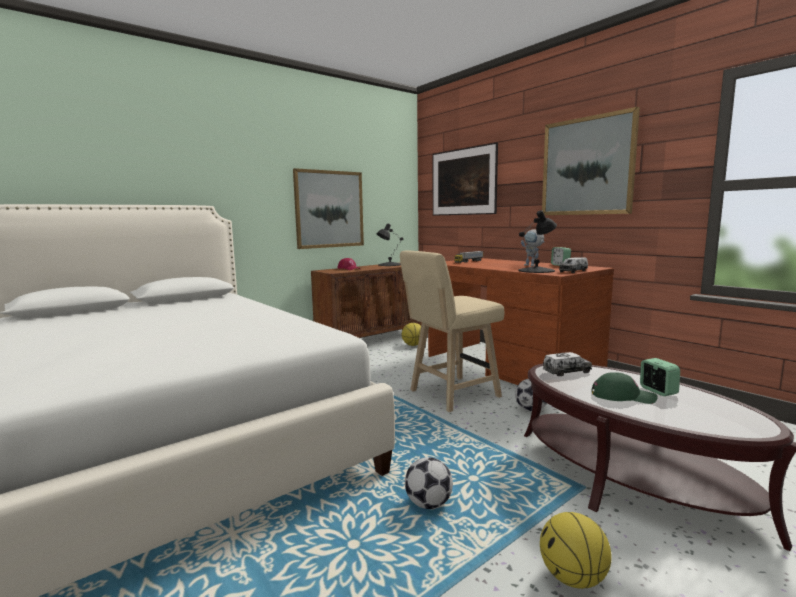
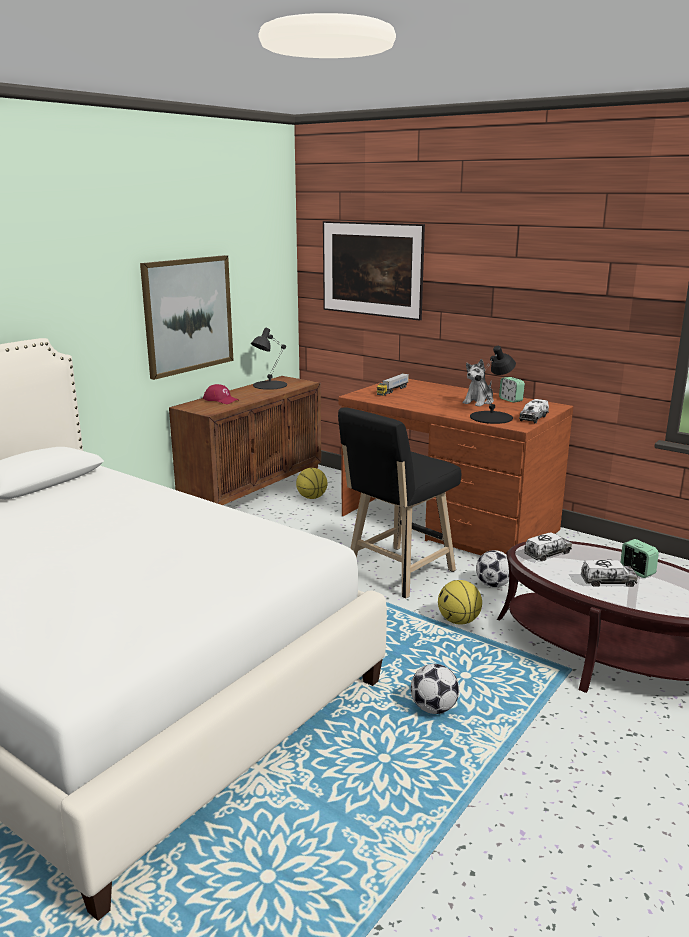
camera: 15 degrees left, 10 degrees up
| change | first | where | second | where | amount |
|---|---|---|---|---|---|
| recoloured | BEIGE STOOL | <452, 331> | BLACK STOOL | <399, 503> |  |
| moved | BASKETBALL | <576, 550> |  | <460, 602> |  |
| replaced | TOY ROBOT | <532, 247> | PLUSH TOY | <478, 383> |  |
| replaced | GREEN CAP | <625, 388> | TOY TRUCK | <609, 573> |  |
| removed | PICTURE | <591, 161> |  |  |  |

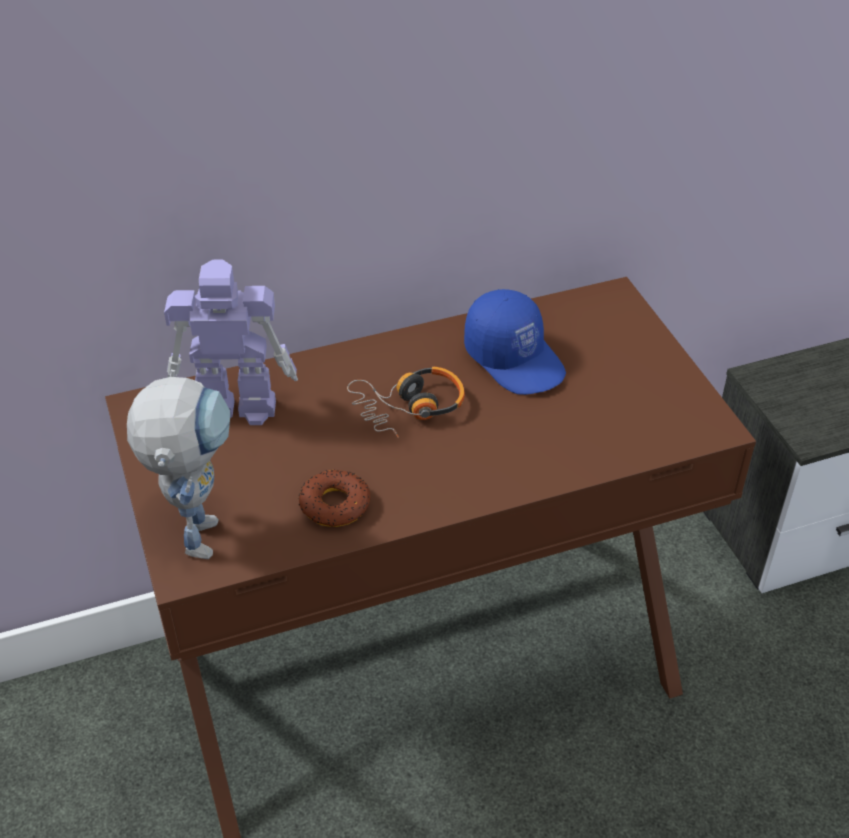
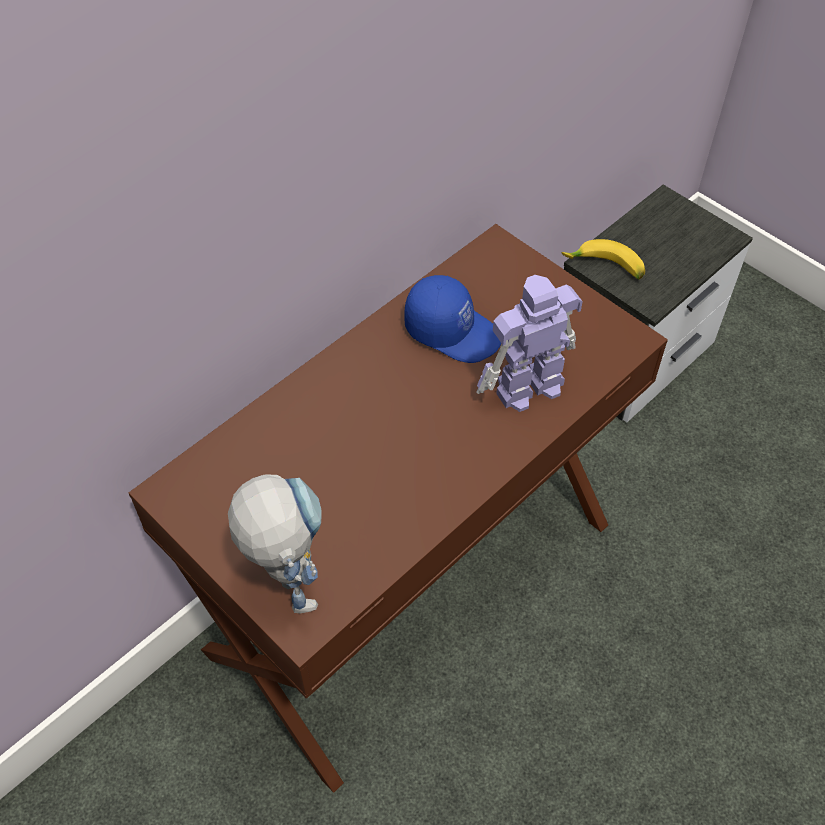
camera: 25 degrees left, 10 degrees up
| change | first | where | second | where | amount |
|---|---|---|---|---|---|
| moved | TOY ROBOT | <231, 342> |  | <529, 343> |  |
| added |  |  | BANANA | <603, 259> |  |
| removed | DONUT | <334, 498> |  |  |  |
| removed | HEADPHONES | <406, 402> |  |  |  |

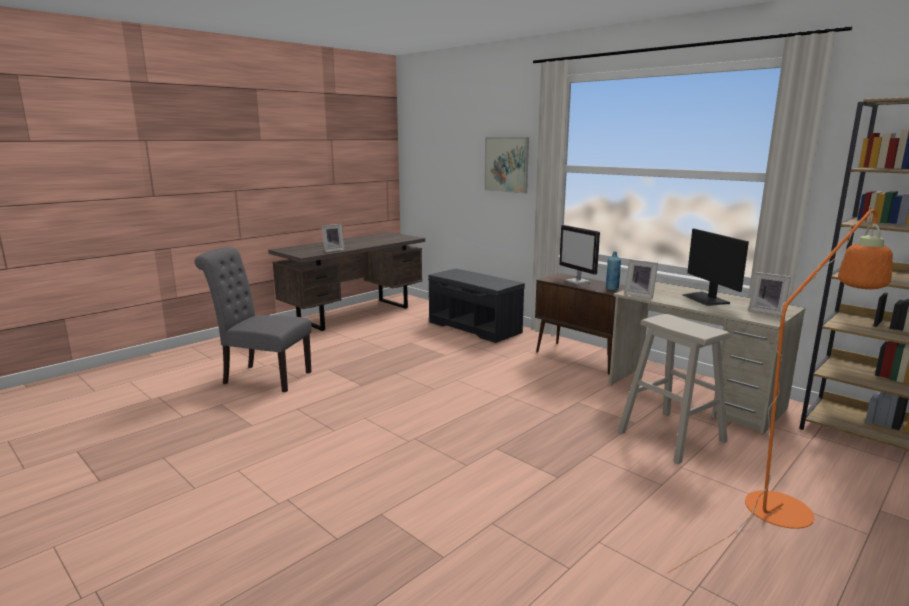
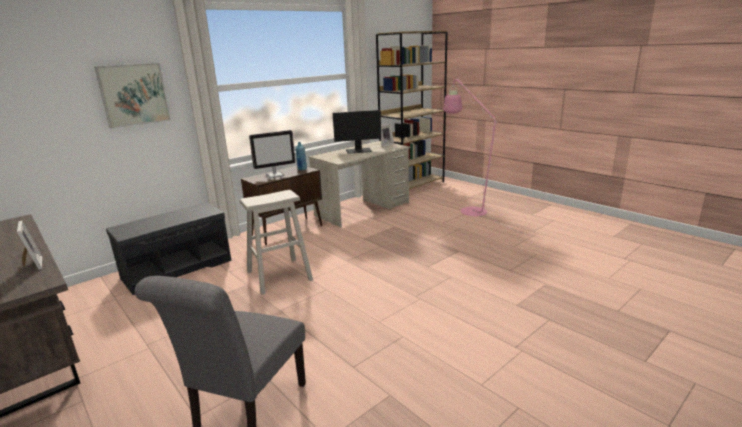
camera: 85 degrees left, 5 degrees up
| change | first | where | second | where | amount |
|---|---|---|---|---|---|
| moved | BEIGE STOOL | <674, 389> |  | <276, 242> |  |
| recoloured | ORANGE FLOOR LAMP | <780, 390> | PINK FLOOR LAMP | <486, 157> |  |
| removed | PICTURE FRAME | <641, 279> |  |  |  |

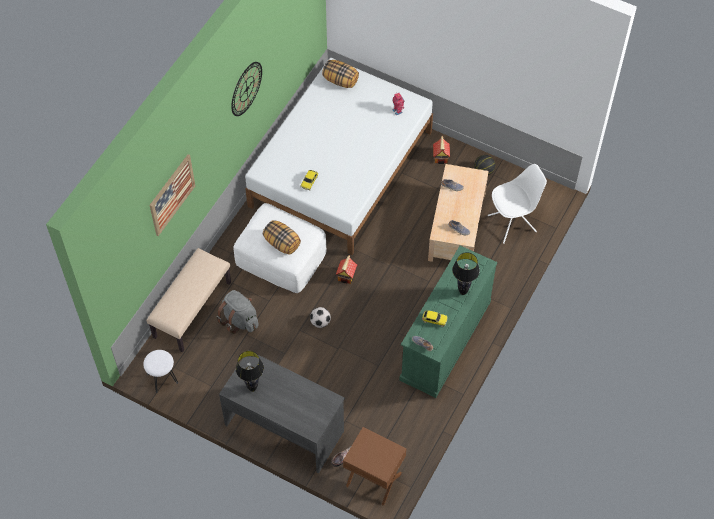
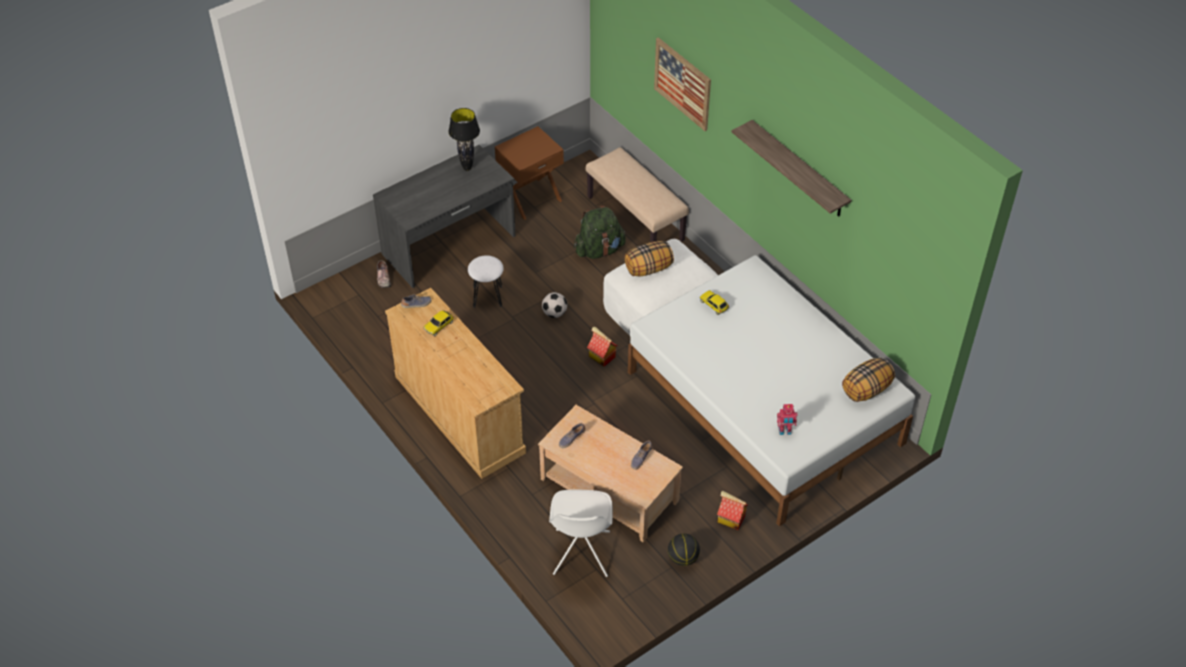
camera: 115 degrees right, 10 degrees down
| change | first | where | second | where | amount |
|---|---|---|---|---|---|
| recoloured | GREEN DRESSER | <448, 322> | BEIGE DRESSER | <455, 383> |  |
| moved | WHITE STOOL | <160, 371> |  | <486, 281> |  |
| moved | BROWN NIGHTSTAND | <374, 466> |  | <529, 173> |  |
| recoloured | GREY BACKPACK | <238, 312> | GREEN BACKPACK | <600, 232> |  |
| replaced | WALL CLOCK | <246, 89> | SHELF | <791, 168> |  |
| removed | BLACK TABLE LAMP | <466, 273> |  |  |  |

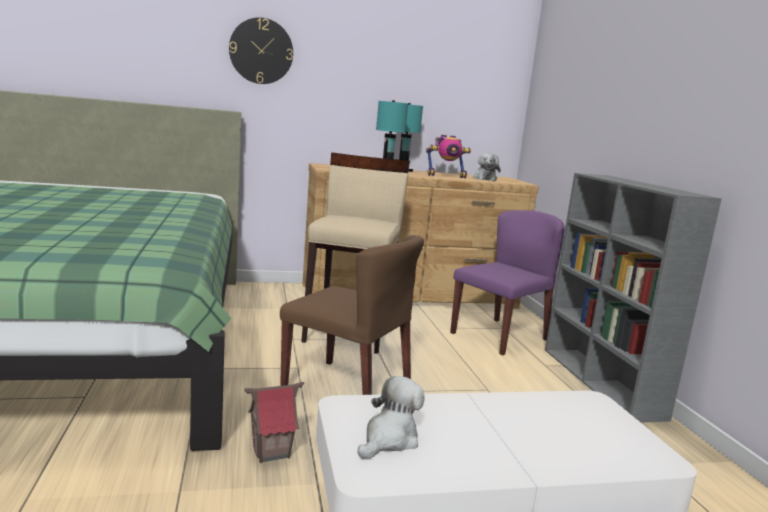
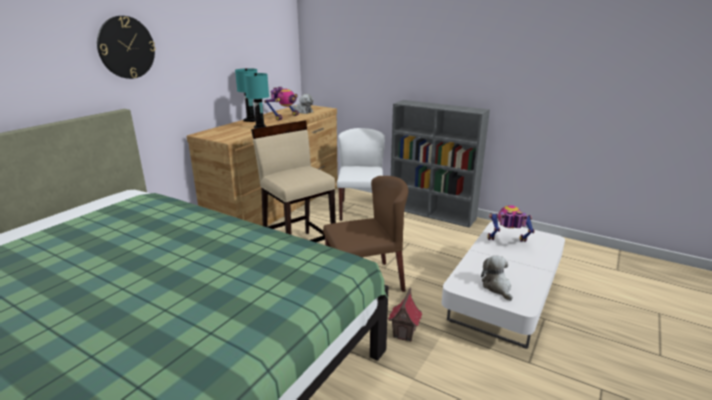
camera: 45 degrees left, 10 degrees up
| change | first | where | second | where | amount |
|---|---|---|---|---|---|
| recoloured | PURPLE CHAIR | <507, 282> | WHITE CHAIR | <361, 174> |  |
| added |  |  | TOY ROBOT | <511, 223> |  |

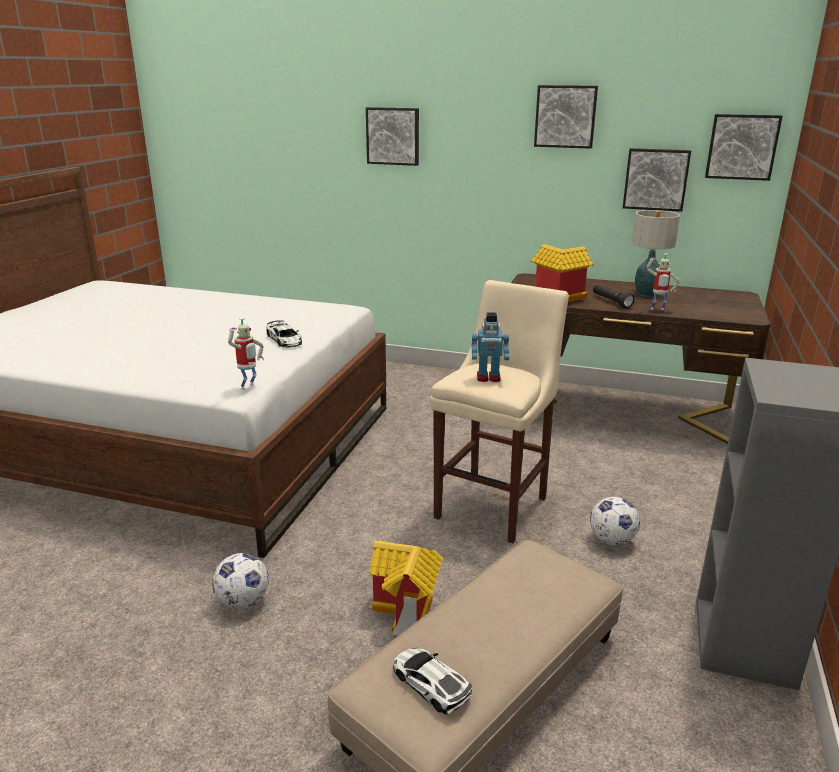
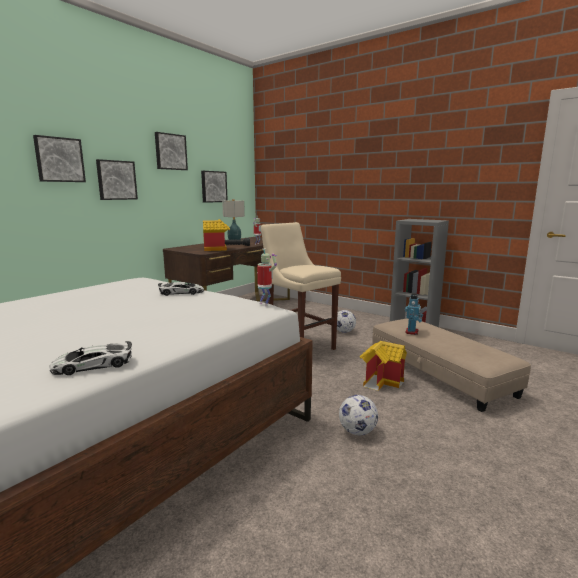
camera: 70 degrees left, 10 degrees down
| change | first | where | second | where | amount |
|---|---|---|---|---|---|
| moved | TOY CAR | <432, 681> |  | <90, 358> |  |
| moved | PICTURE | <744, 147> |  | <117, 179> |  |
| moved | TOY ROBOT | <490, 347> |  | <414, 314> |  |

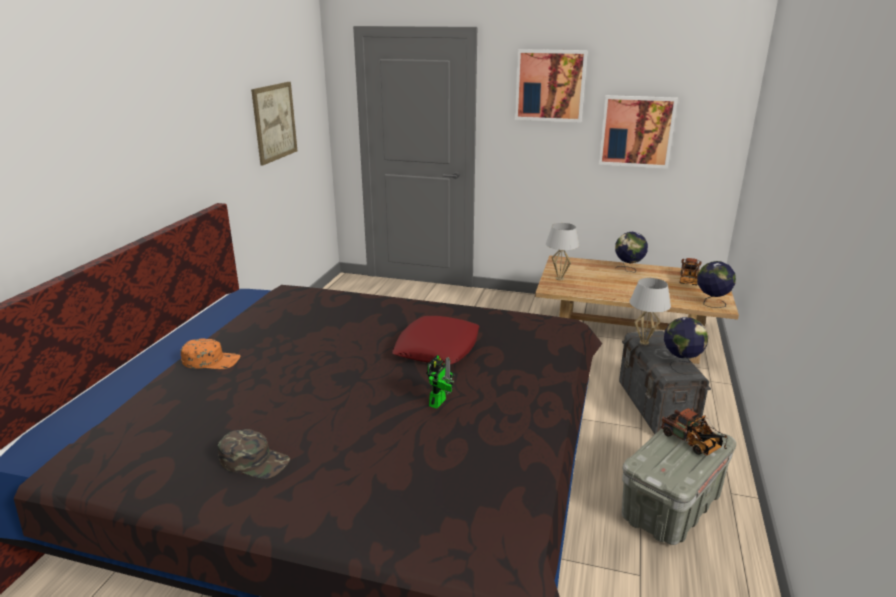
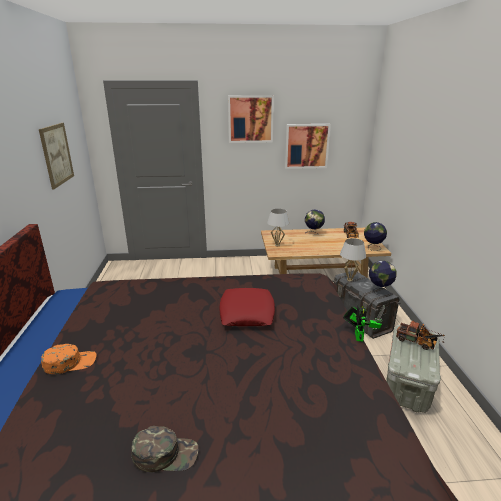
camera: 20 degrees left, 0 degrees up
| change | first | where | second | where | amount |
|---|---|---|---|---|---|
| moved | TOY ROBOT | <440, 382> |  | <364, 322> |  |

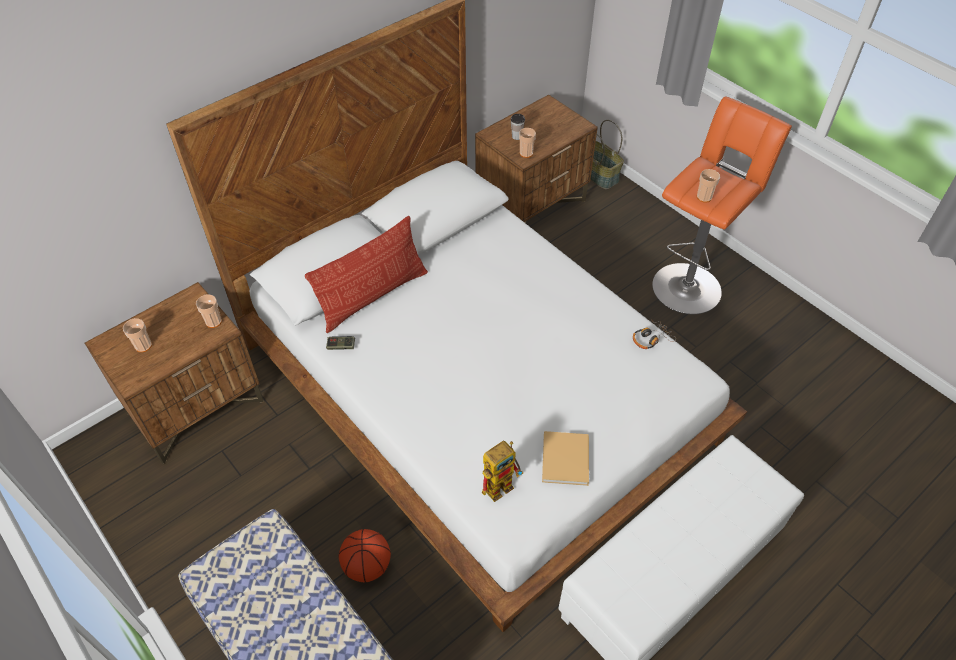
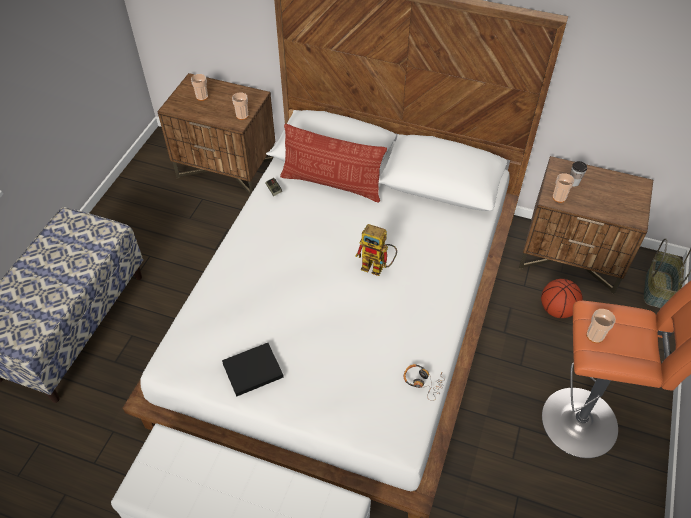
camera: 60 degrees right, 0 degrees up
| change | first | where | second | where | amount |
|---|---|---|---|---|---|
| recoloured | BEIGE BOOK | <565, 458> | BLACK BOOK | <253, 370> |  |
| moved | TOY ROBOT | <502, 471> |  | <376, 250> |  |
| moved | BASKETBALL | <364, 555> |  | <562, 298> |  |

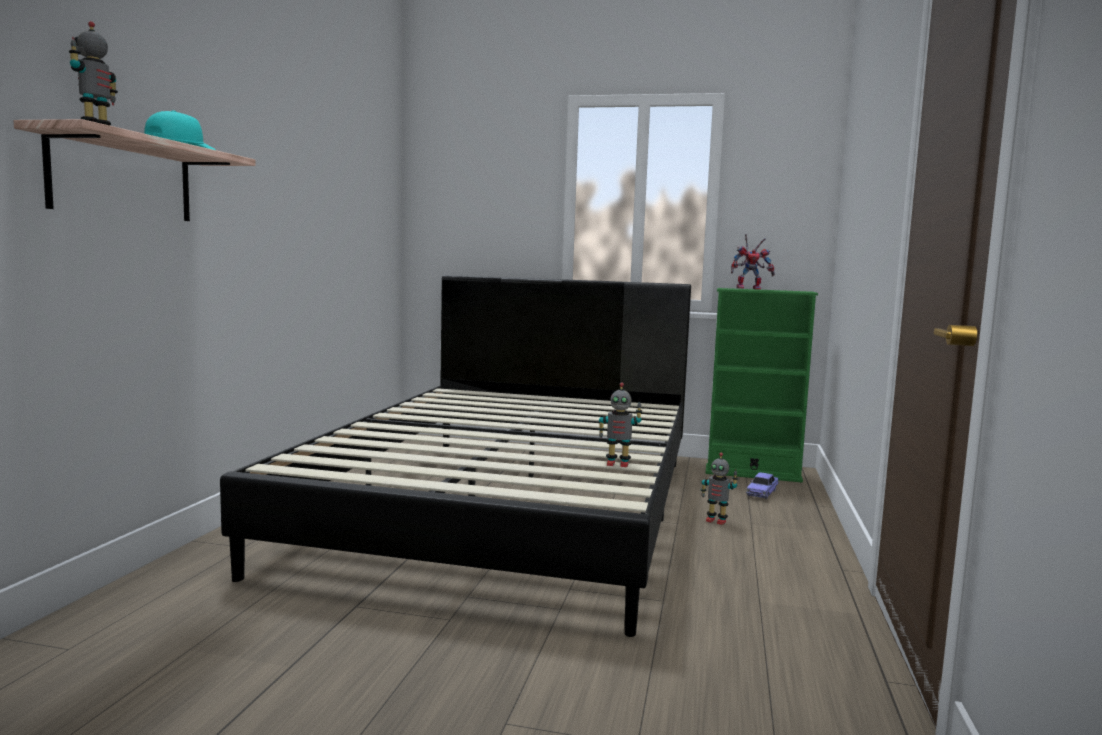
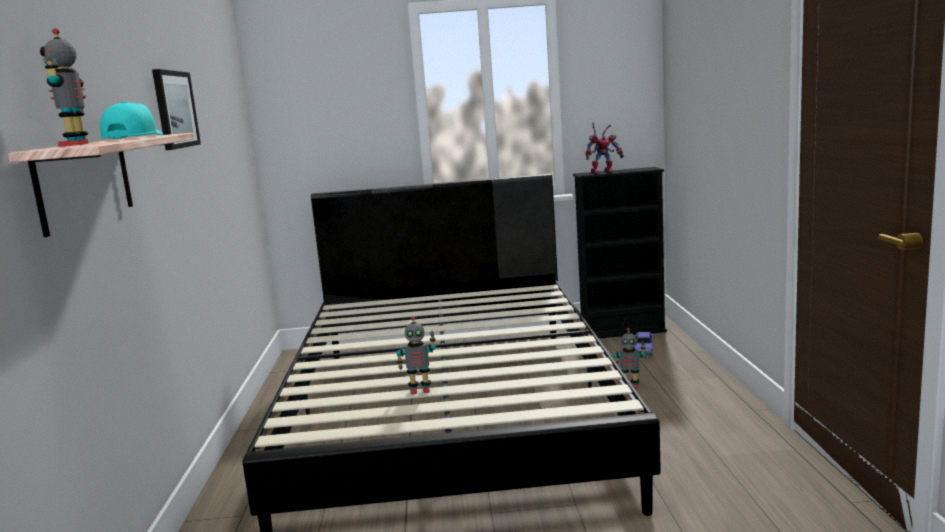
camera: 15 degrees left, 5 degrees up
| change | first | where | second | where | amount |
|---|---|---|---|---|---|
| added |  |  | PICTURE | <176, 109> |  |
| moved | TOY ROBOT | <620, 424> |  | <416, 355> |  |
| recoloured | GREEN BOOKCASE | <762, 385> | BLACK BOOKCASE | <620, 252> |  |

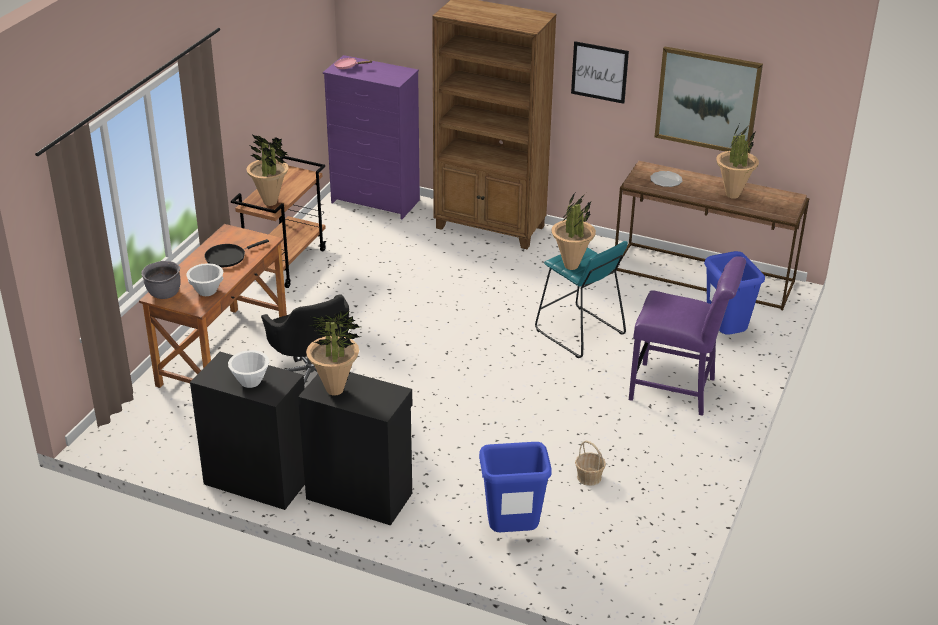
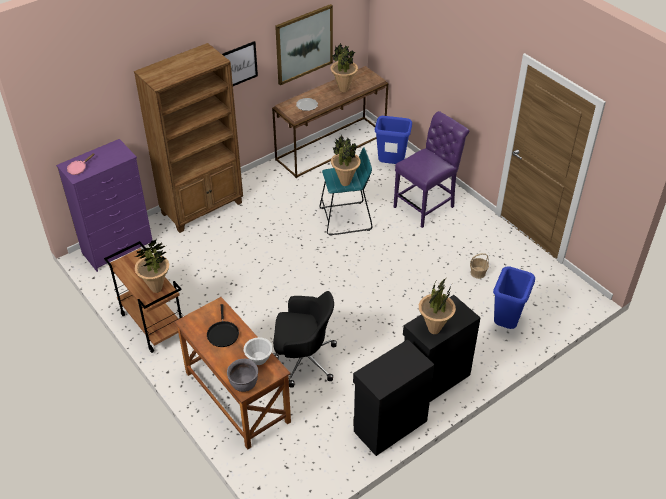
camera: 60 degrees left, 10 degrees up
| change | first | where | second | where | amount |
|---|---|---|---|---|---|
| removed | WHITE BOWL | <248, 369> |  |  |  |

